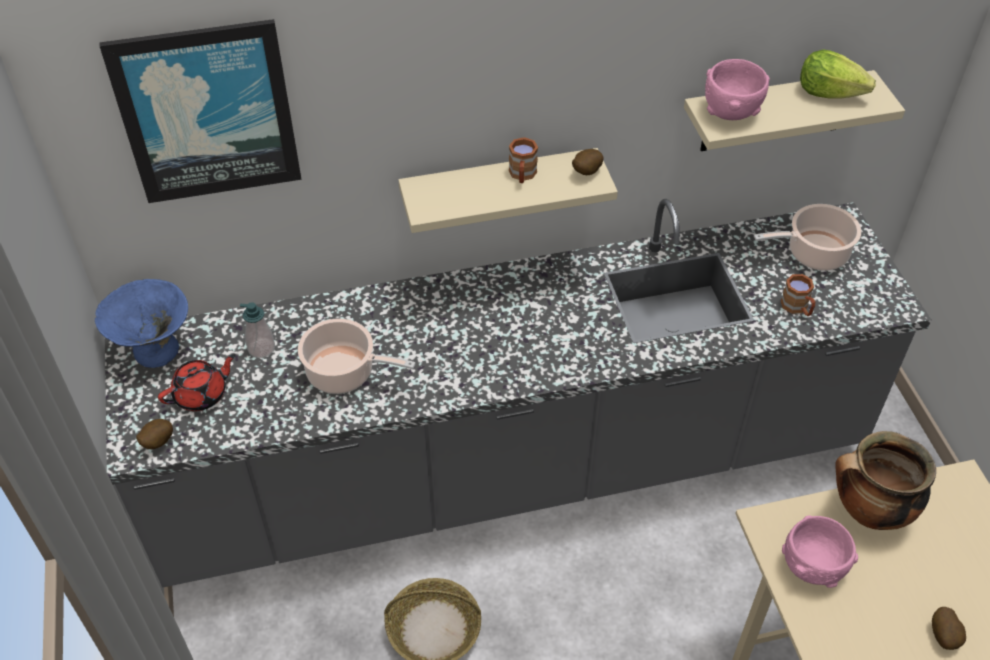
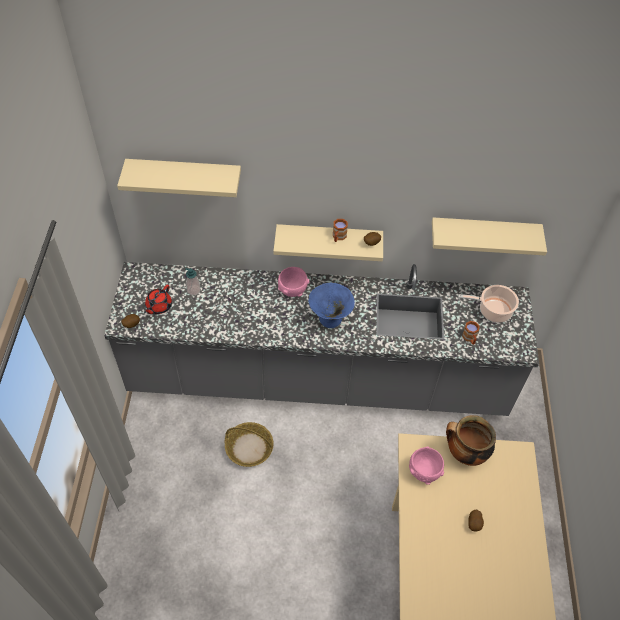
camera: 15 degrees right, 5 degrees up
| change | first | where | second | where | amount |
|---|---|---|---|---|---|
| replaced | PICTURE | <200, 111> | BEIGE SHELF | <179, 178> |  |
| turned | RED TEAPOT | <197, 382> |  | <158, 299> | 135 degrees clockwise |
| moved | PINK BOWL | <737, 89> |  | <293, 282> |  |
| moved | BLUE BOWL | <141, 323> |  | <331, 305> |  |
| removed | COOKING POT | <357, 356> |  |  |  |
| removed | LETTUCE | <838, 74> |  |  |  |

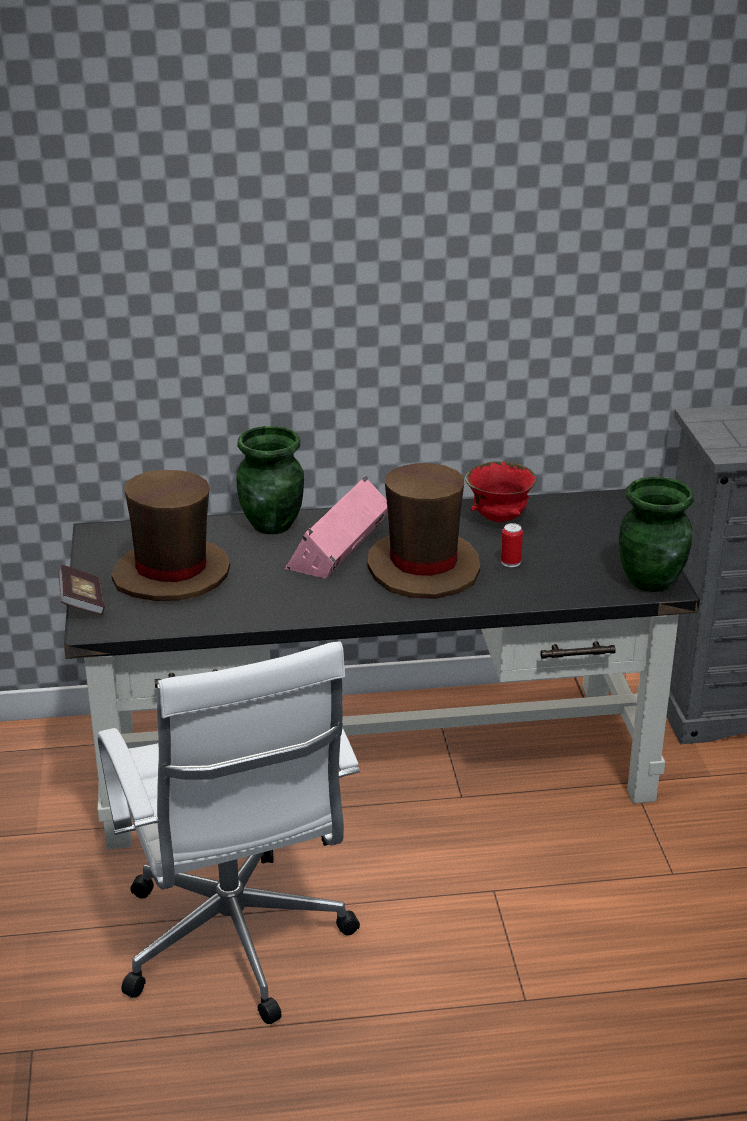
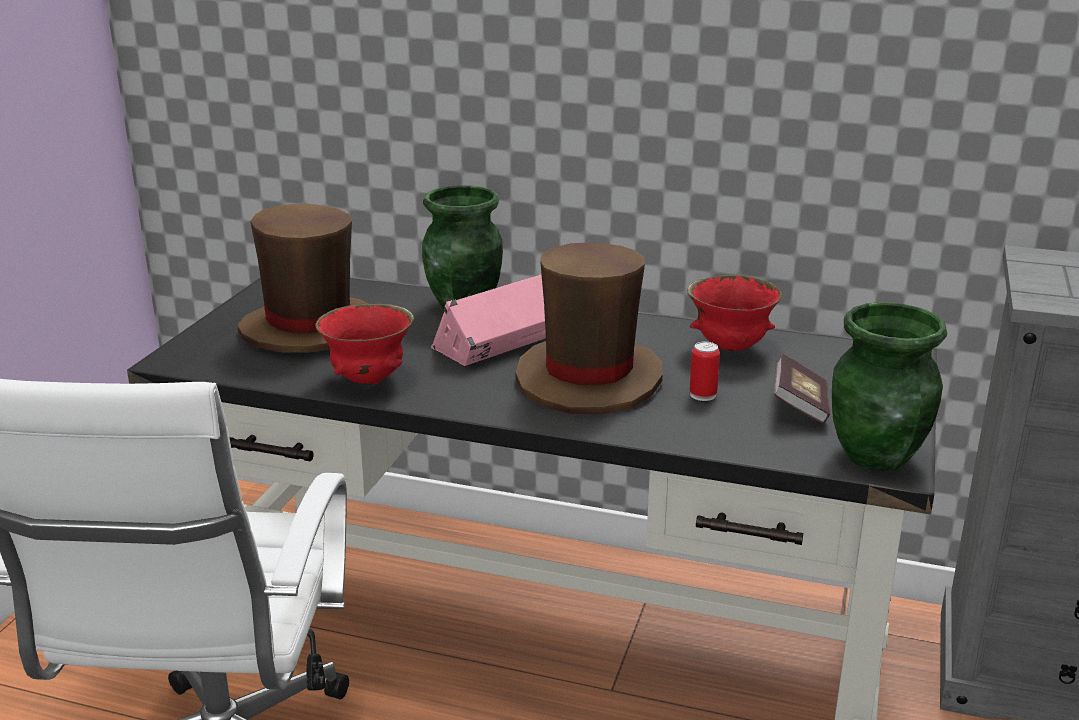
camera: 25 degrees right, 5 degrees down
| change | first | where | second | where | amount |
|---|---|---|---|---|---|
| added |  |  | RED BOWL | <365, 344> |  |
| moved | BOOK | <81, 589> |  | <802, 388> |  |

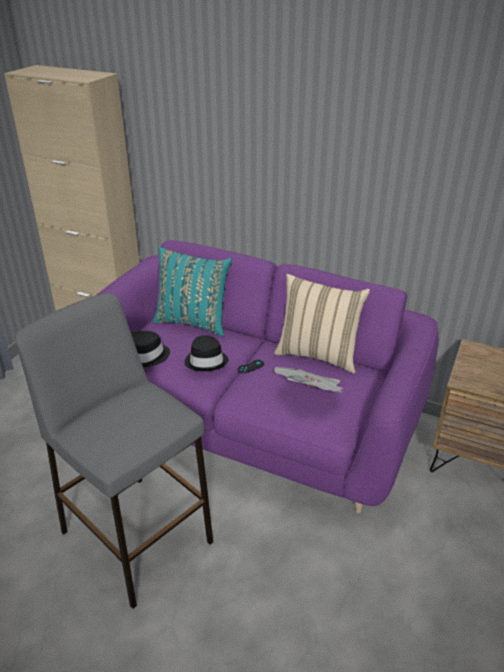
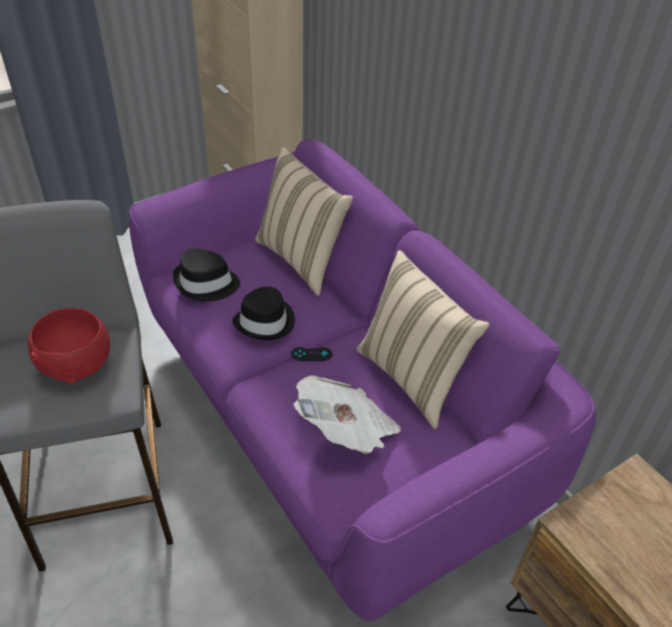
camera: 30 degrees right, 10 degrees up
| change | first | where | second | where | amount |
|---|---|---|---|---|---|
| added |  |  | RED BOWL | <69, 346> |  |
| recoloured | TURQUOISE PILLOW | <192, 292> | BEIGE PILLOW | <304, 221> |  |

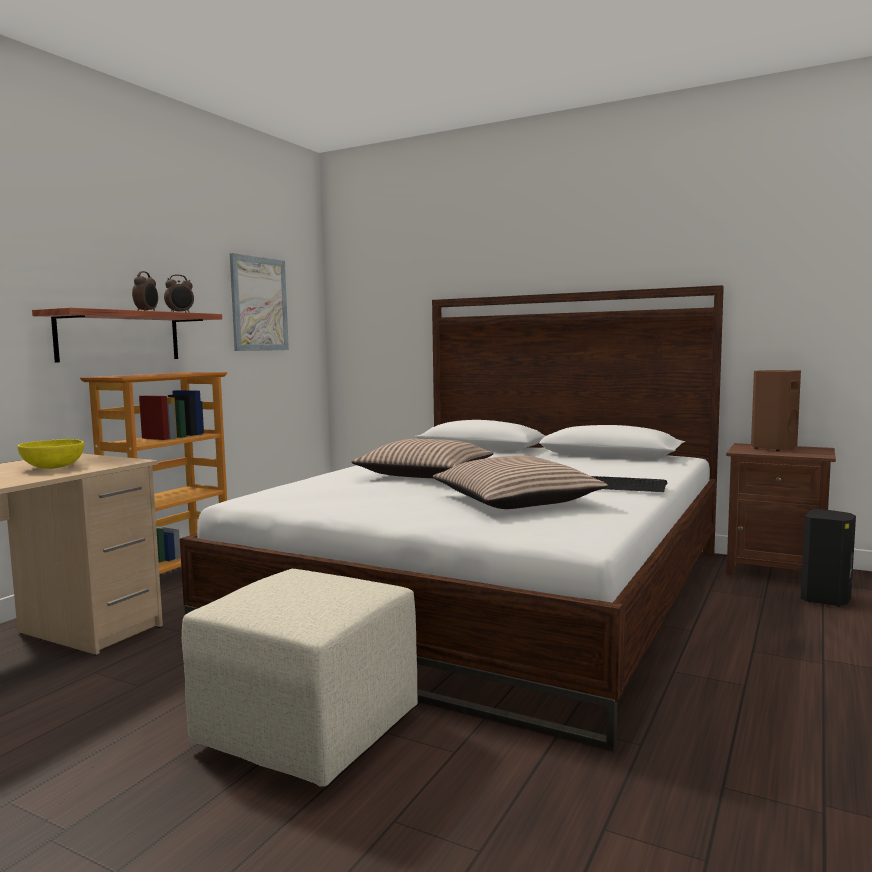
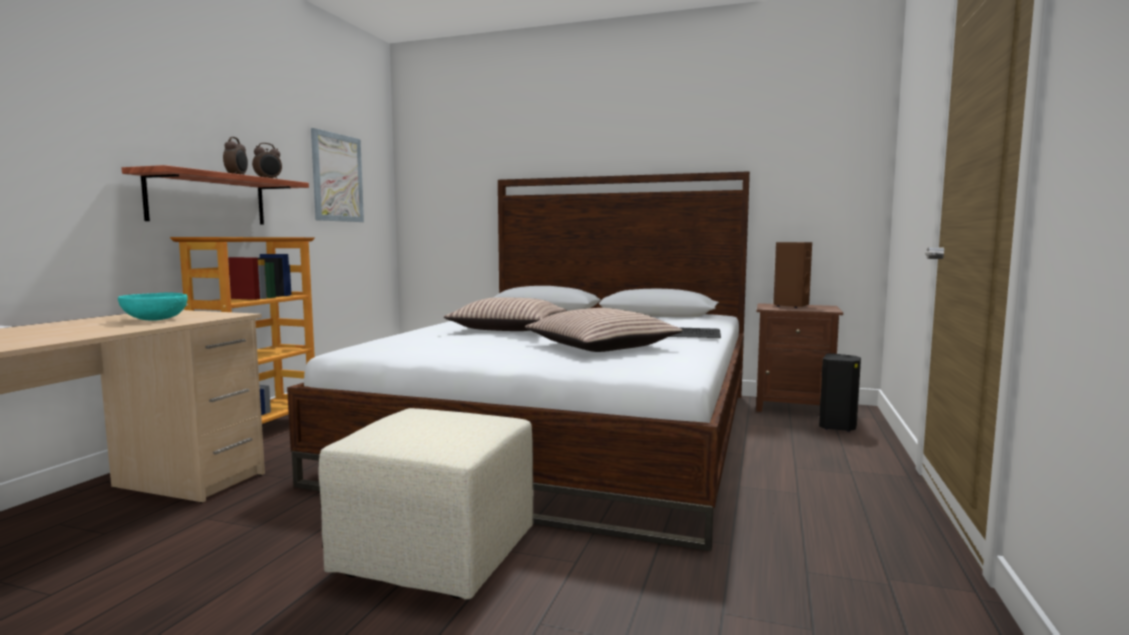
camera: 10 degrees left, 0 degrees up
| change | first | where | second | where | amount |
|---|---|---|---|---|---|
| recoloured | YELLOW BOWL | <51, 454> | TURQUOISE BOWL | <153, 307> |  |

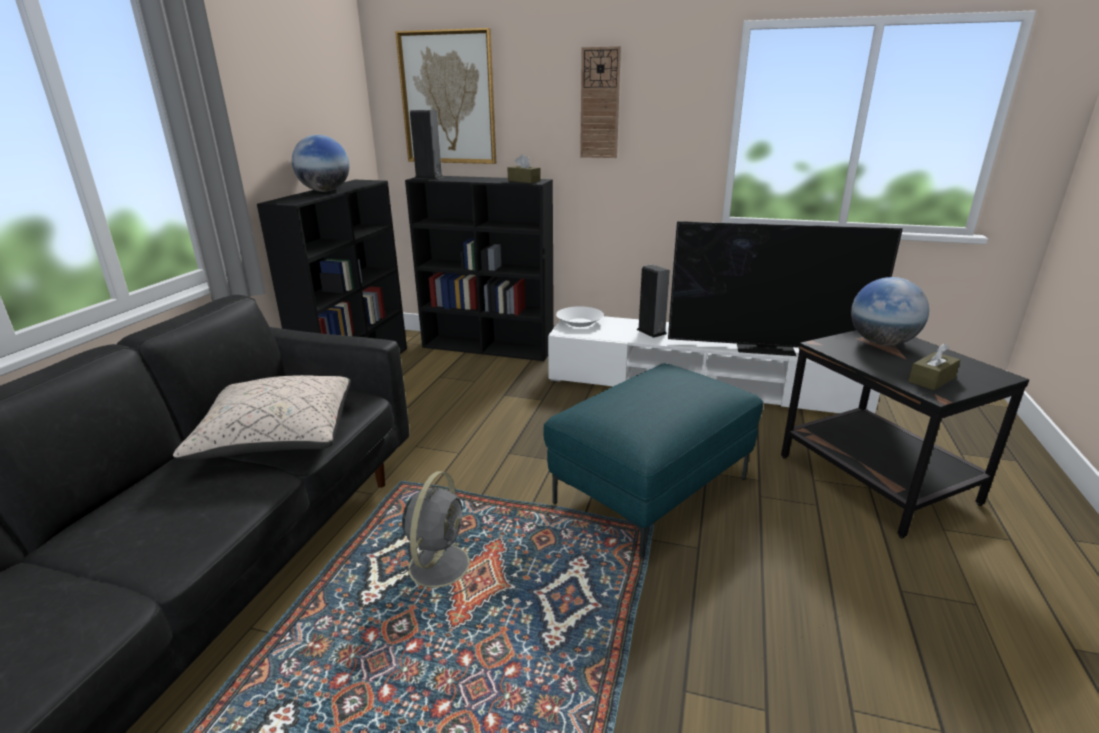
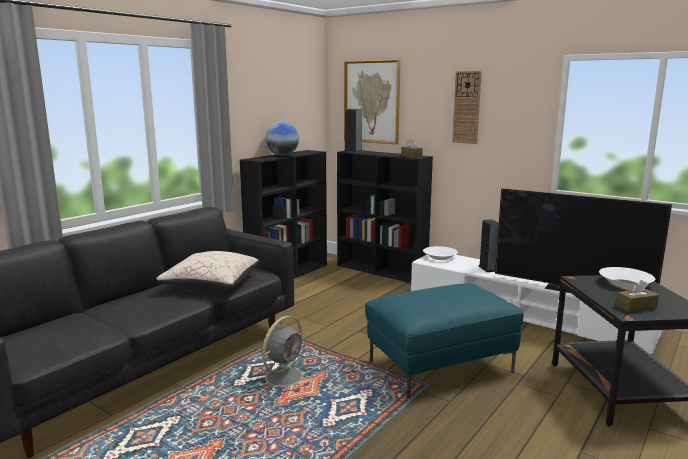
camera: 20 degrees right, 10 degrees down
| change | first | where | second | where | amount |
|---|---|---|---|---|---|
| replaced | GLOBE | <890, 311> | WHITE BOWL | <627, 278> |  |

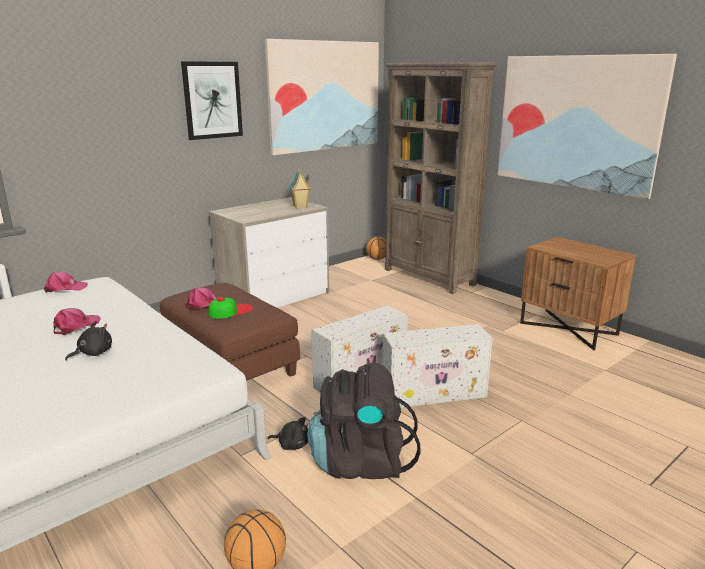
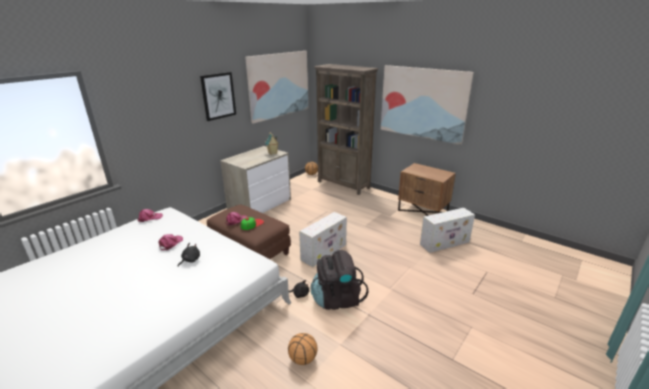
camera: 10 degrees left, 5 degrees up
| change | first | where | second | where | amount |
|---|---|---|---|---|---|
| moved | WHITE STORAGE BOX | <437, 366> |  | <447, 230> |  |

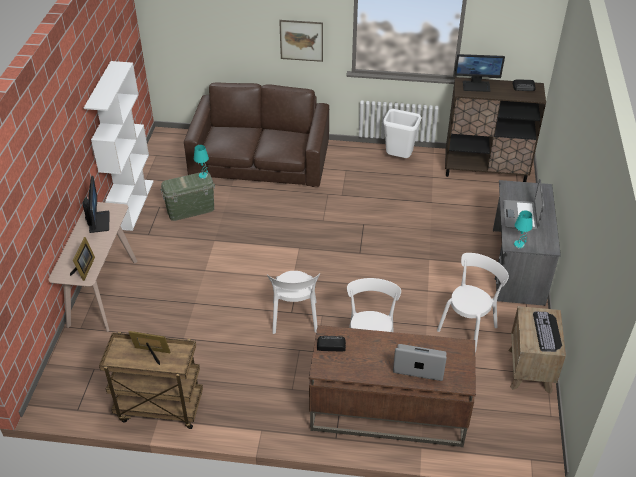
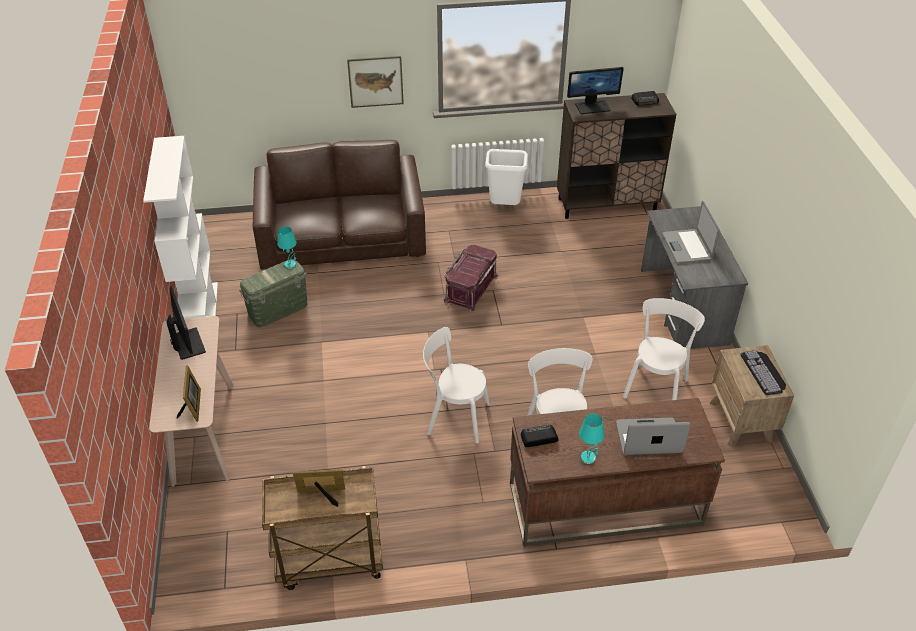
camera: 15 degrees left, 0 degrees up
| change | first | where | second | where | amount |
|---|---|---|---|---|---|
| turned | WHITE CHAIR | <293, 302> |  | <456, 385> | 120 degrees clockwise |
| added |  |  | RED STORAGE BOX | <471, 278> |  |
| moved | TURQUOISE TABLE LAMP | <523, 229> |  | <591, 439> |  |

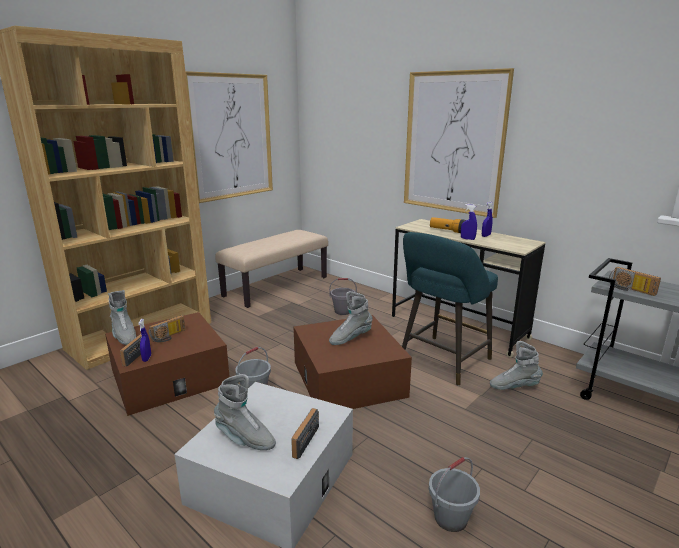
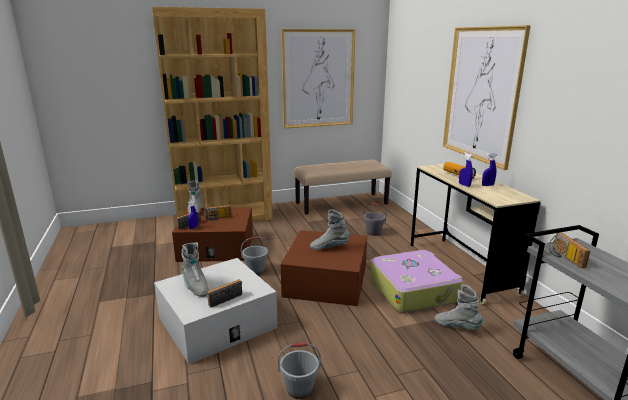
camera: 30 degrees right, 0 degrees up
| change | first | where | second | where | amount |
|---|---|---|---|---|---|
| replaced | TURQUOISE STOOL | <450, 309> | SUITCASE | <416, 281> |  |

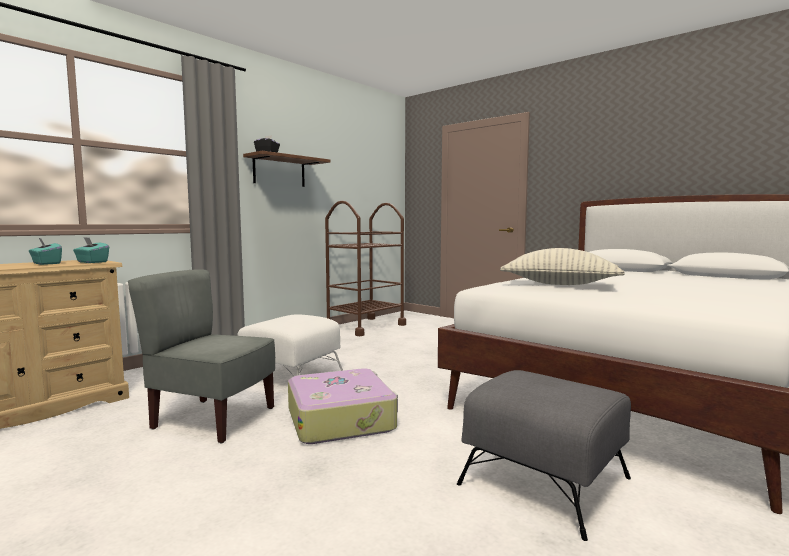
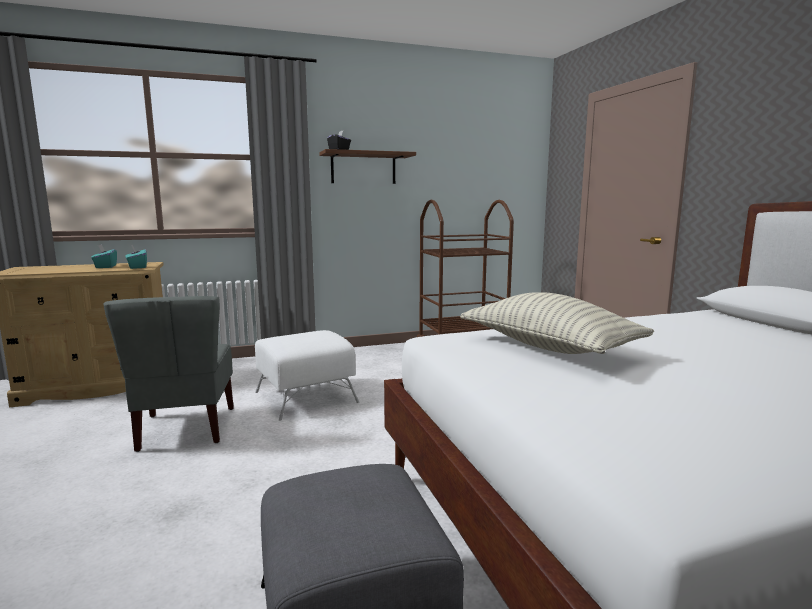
camera: 30 degrees right, 5 degrees up
| change | first | where | second | where | amount |
|---|---|---|---|---|---|
| turned | GREY CHAIR | <201, 357> |  | <168, 374> | 150 degrees counterclockwise |
| removed | SUITCASE | <343, 406> |  |  |  |

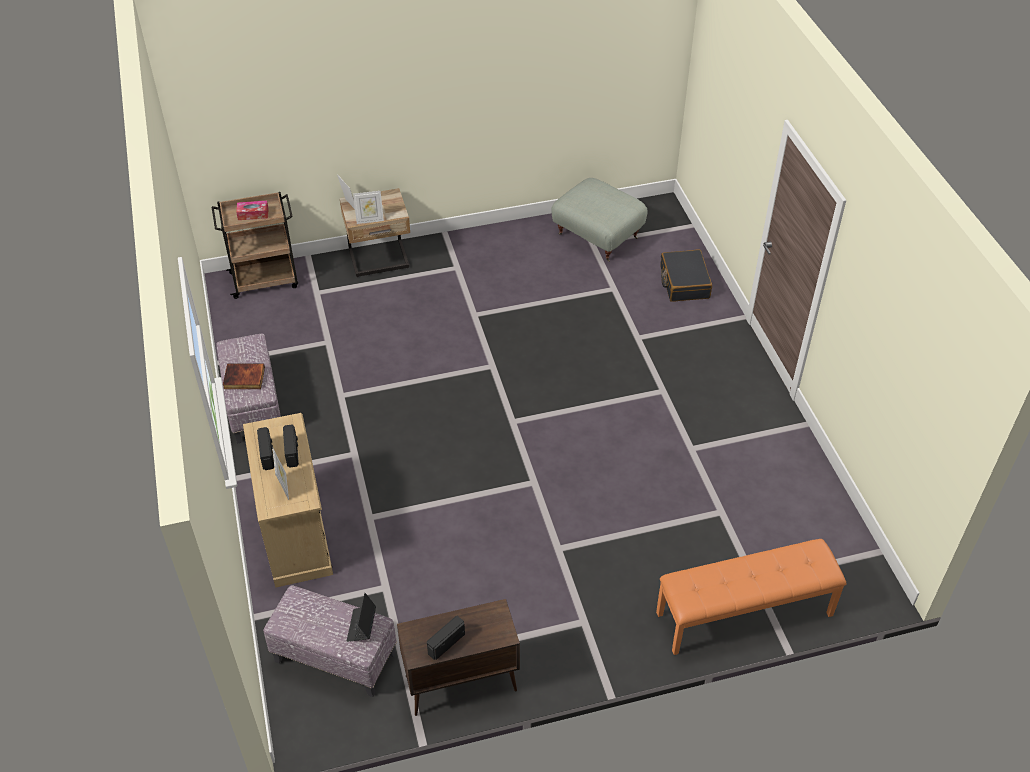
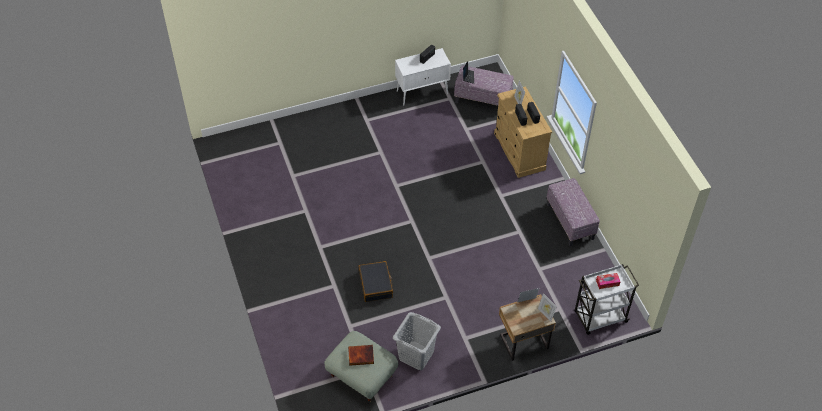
camera: 175 degrees right, 5 degrees up
| change | first | where | second | where | amount |
|---|---|---|---|---|---|
| moved | BOOK | <244, 376> |  | <361, 355> |  |
| moved | BLACK SUITCASE | <686, 276> |  | <375, 281> |  |
| added |  |  | GREY LAUNDRY BASKET | <417, 341> |  |
| recoloured | BROWN CABINET | <458, 657> | WHITE CABINET | <423, 77> |  |
| recoloured | BROWN CART | <255, 245> | WHITE CART | <607, 299> |  |
| removed | ORANGE BENCH | <751, 597> |  |  |  |

